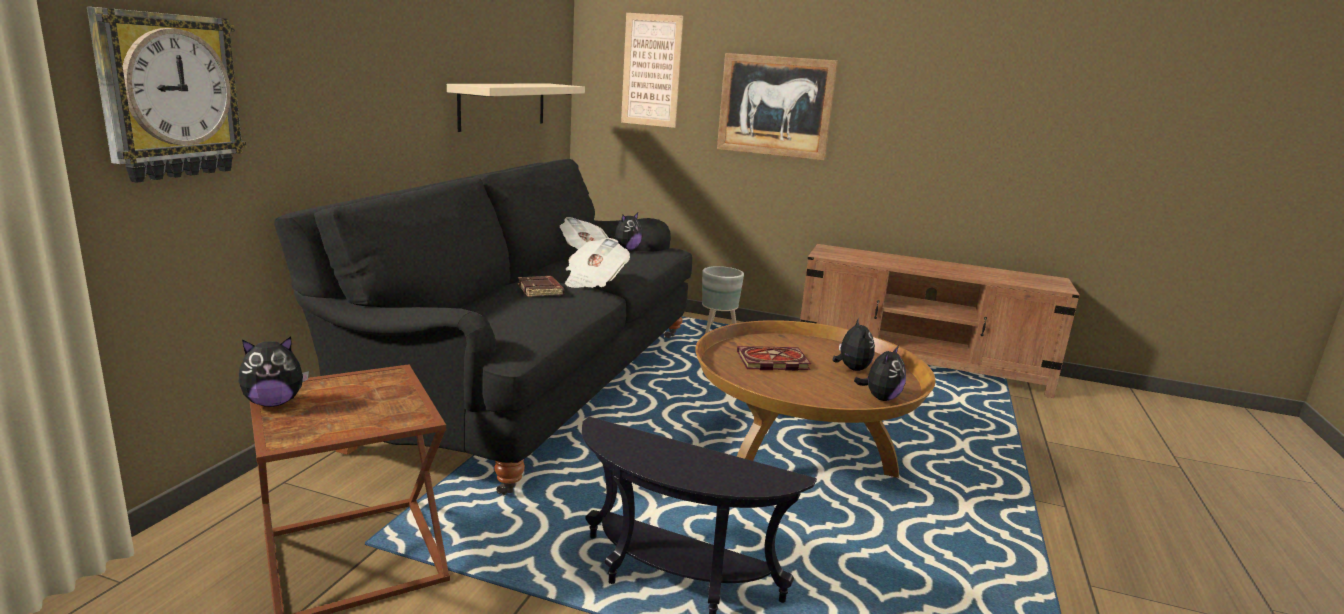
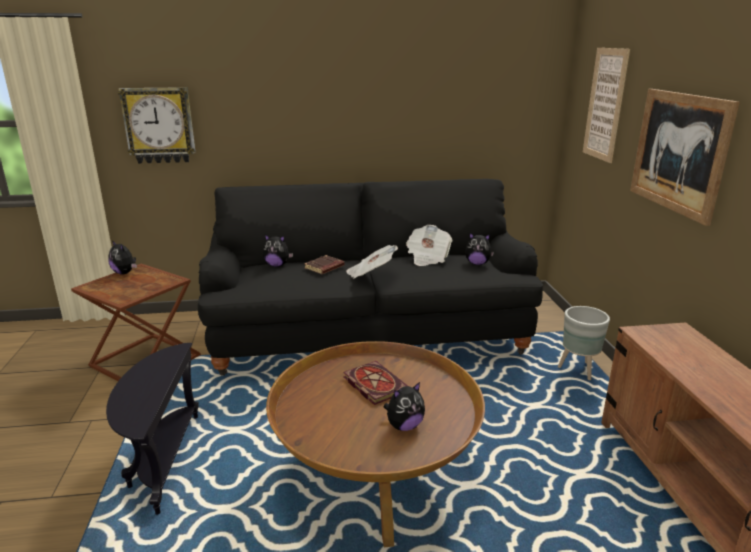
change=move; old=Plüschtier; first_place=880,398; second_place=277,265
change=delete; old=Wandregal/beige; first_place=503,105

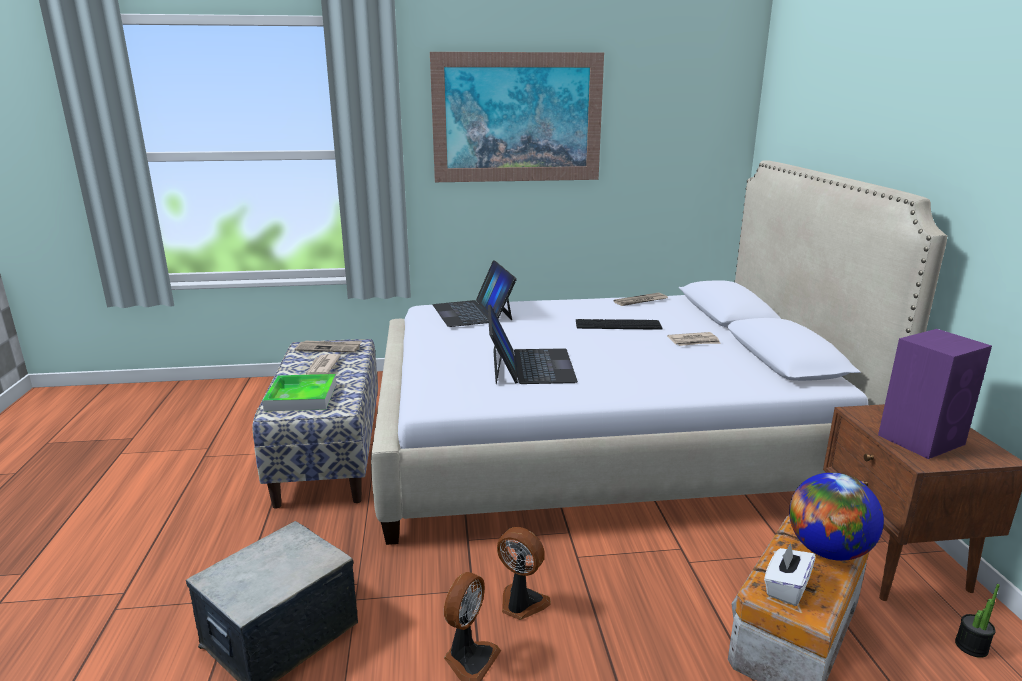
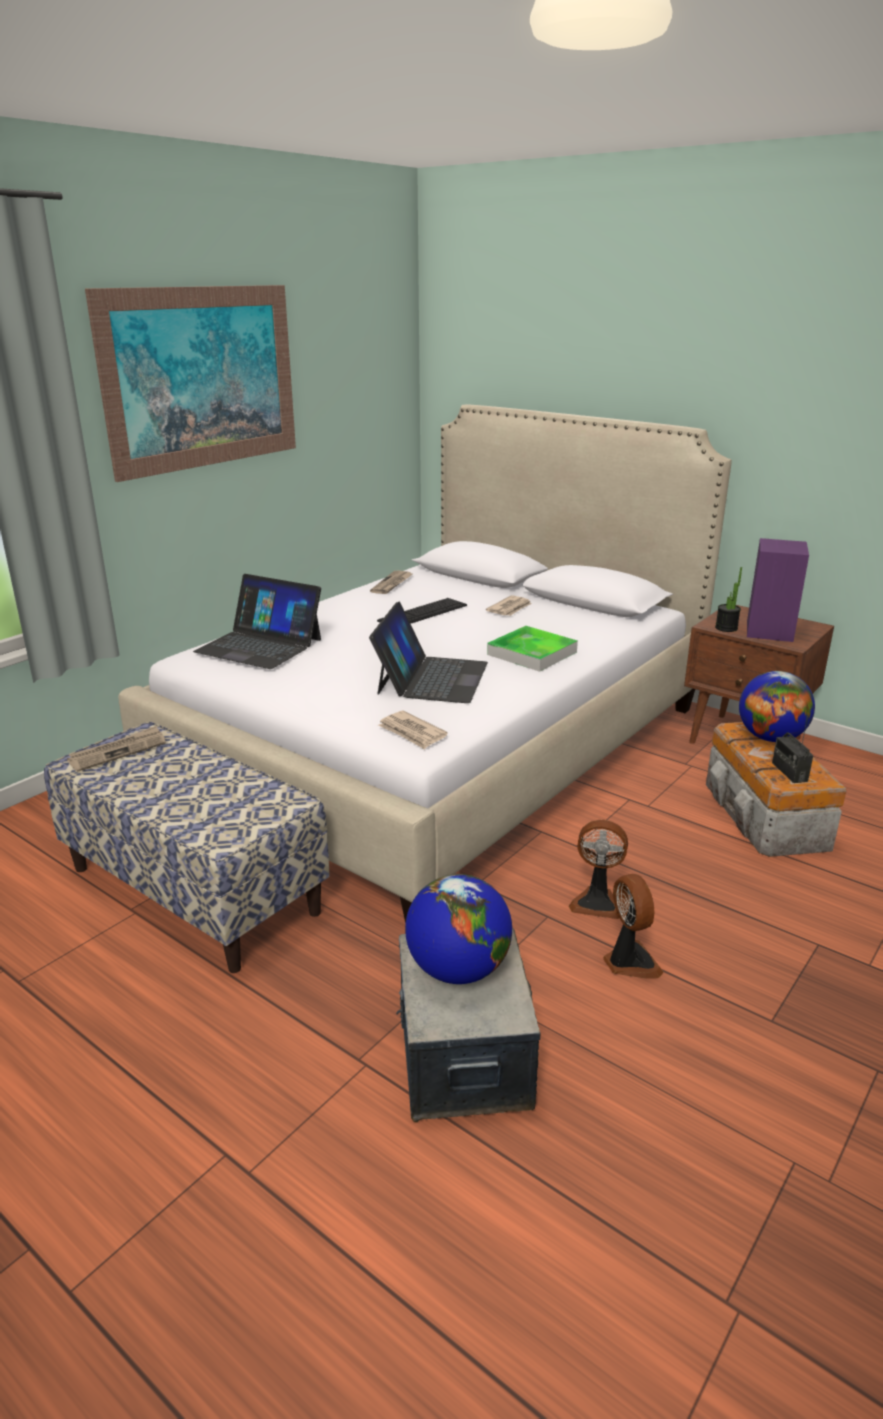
change=rotate; old=Laptop; first_place=530,366; second_place=431,678; degrees=60
change=move; old=Zeitung; first_place=322,367; second_place=412,732
change=insert; new=Globus; second_place=458,969
change=move; old=Tablett; first_place=301,397; second_place=532,653
change=rotate; old=Ventilator; first_place=521,604; second_place=597,902; degrees=-150
change=move; old=Topfpflanze; first_place=971,646; second_place=726,628
change=replace; old=Taschentuchbox/weiß; new=Radio; first_place=786,588; second_place=789,772

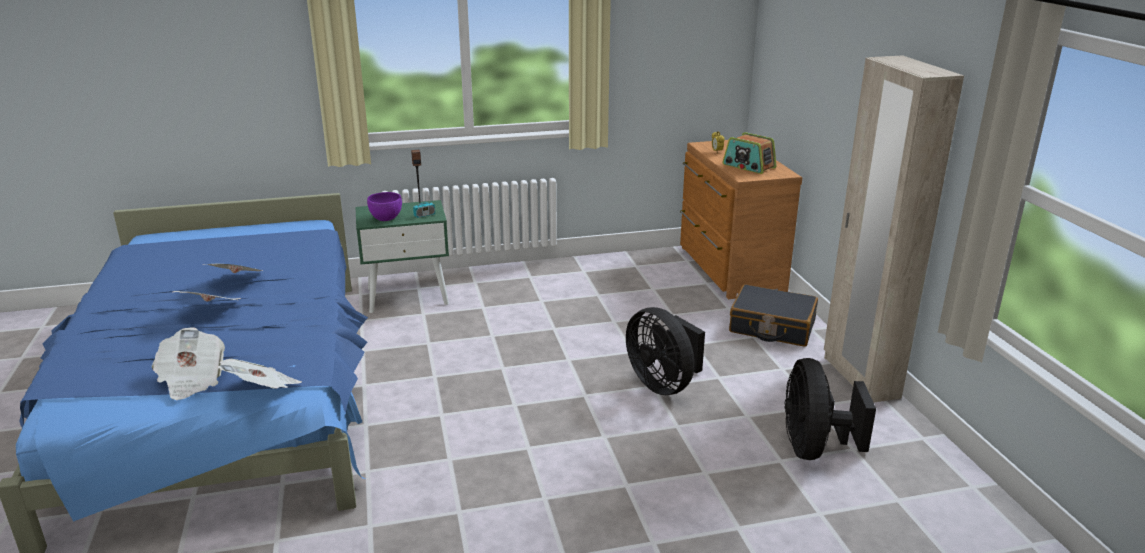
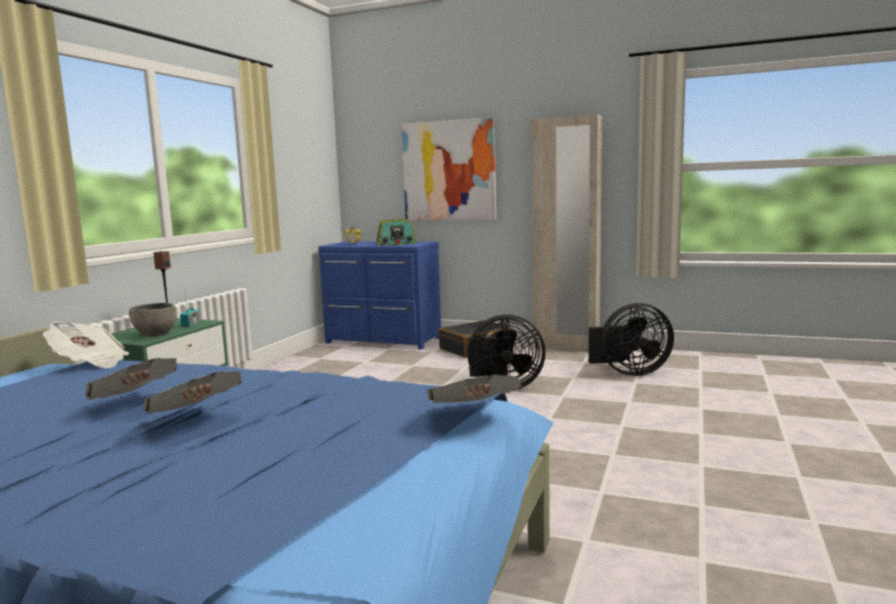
change=move; old=Zeitung; first_place=192,380; second_place=90,363
change=recolor; old=Schüssel/lila; new=Schüssel/grau; first_place=386,218; second_place=155,334
change=recolor; old=Kommode/braun; new=Kommode/blau; first_place=728,269; second_place=383,341
change=insert; new=Bild; second_place=449,171
change=rotate; old=Ventilator/schwarz; first_place=814,448; second_place=629,372; degrees=-45

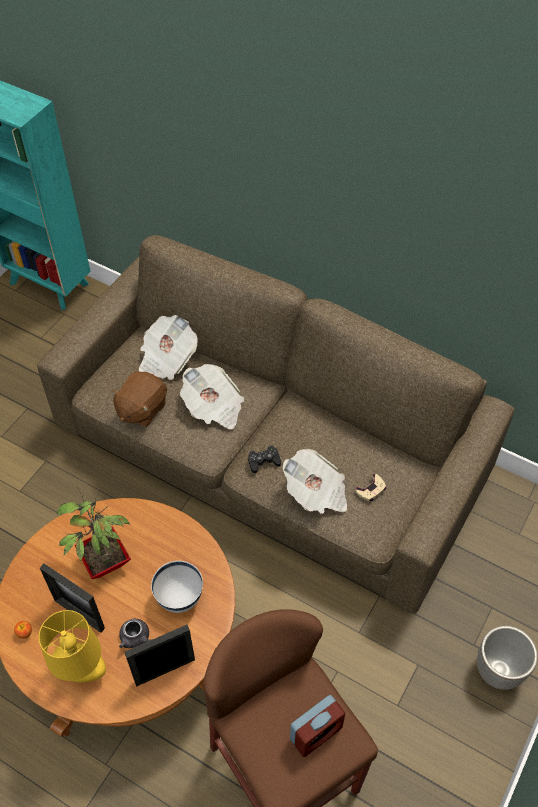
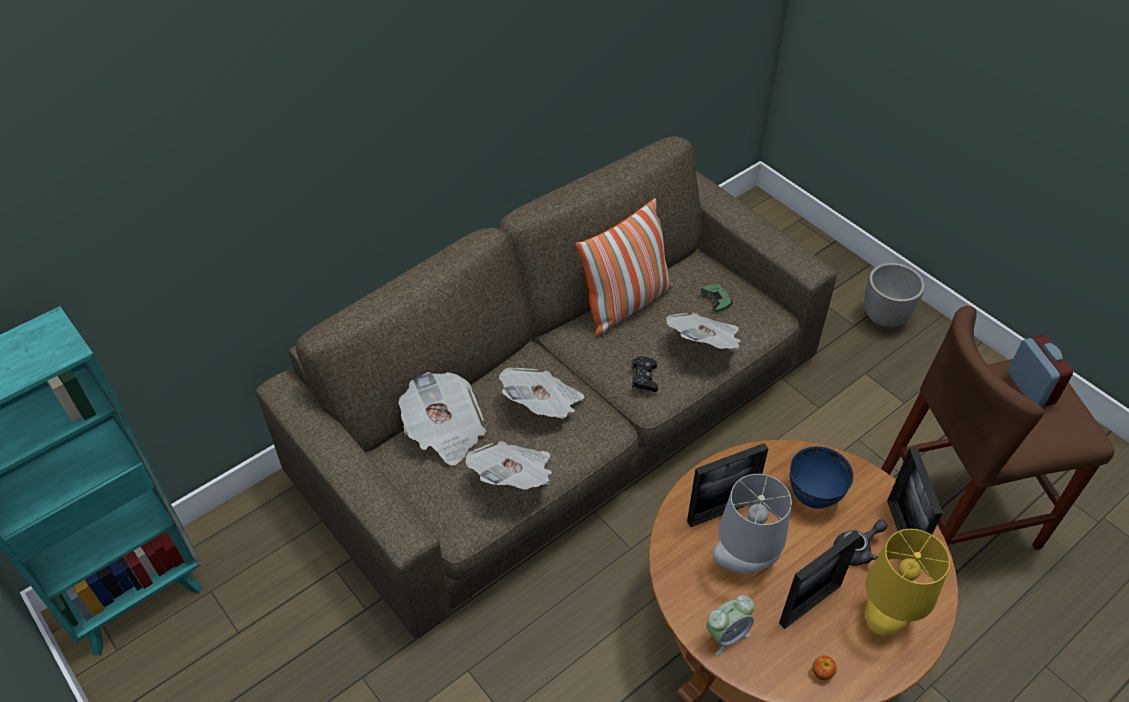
change=replace; old=Plüschtier/braun; new=Zeitung; first_place=141,409; second_place=514,477
change=insert; new=Kissen; second_place=626,304
change=insert; new=Bilderrahmen; second_place=721,511
change=recolor; old=Gamepad/beige; new=Gamepad/grün; first_place=371,489; second_place=716,299
change=insert; new=Wecker; second_place=726,635
change=replace; old=Topfpflanze; new=Tischlampe/grau; first_place=103,563; second_place=744,563
change=recolor; old=Schüssel/weiß; new=Schüssel/blau; first_place=179,599; second_place=814,496

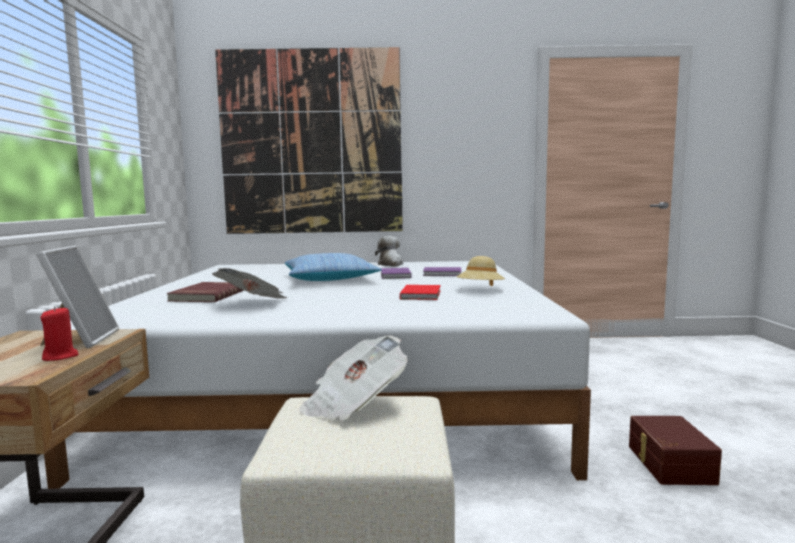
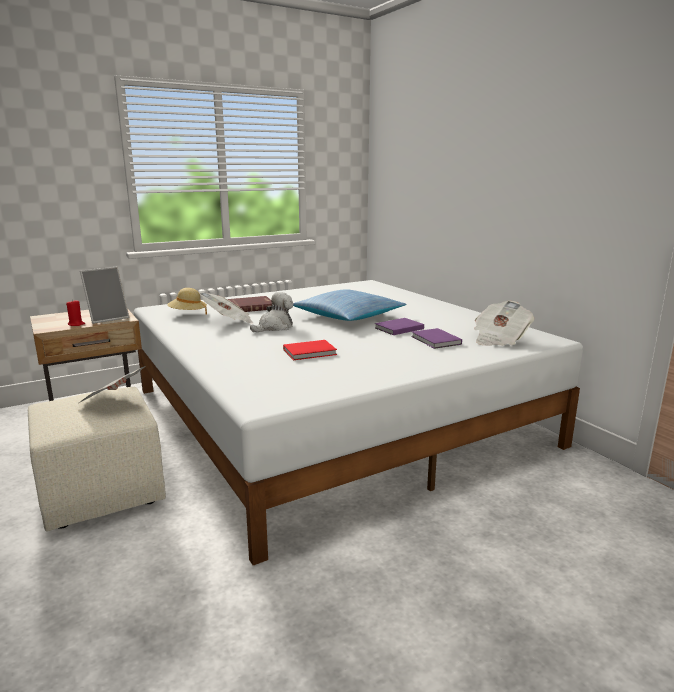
change=move; old=Hut/beige; first_place=480,289; second_place=187,314
change=move; old=Plüschtier; first_place=391,264; second_place=274,327
change=insert; new=Zeitung; second_place=499,339
change=delete; old=Bild; first_place=311,142
change=delete; old=Aufbewahrungsbox/braun; first_place=668,464

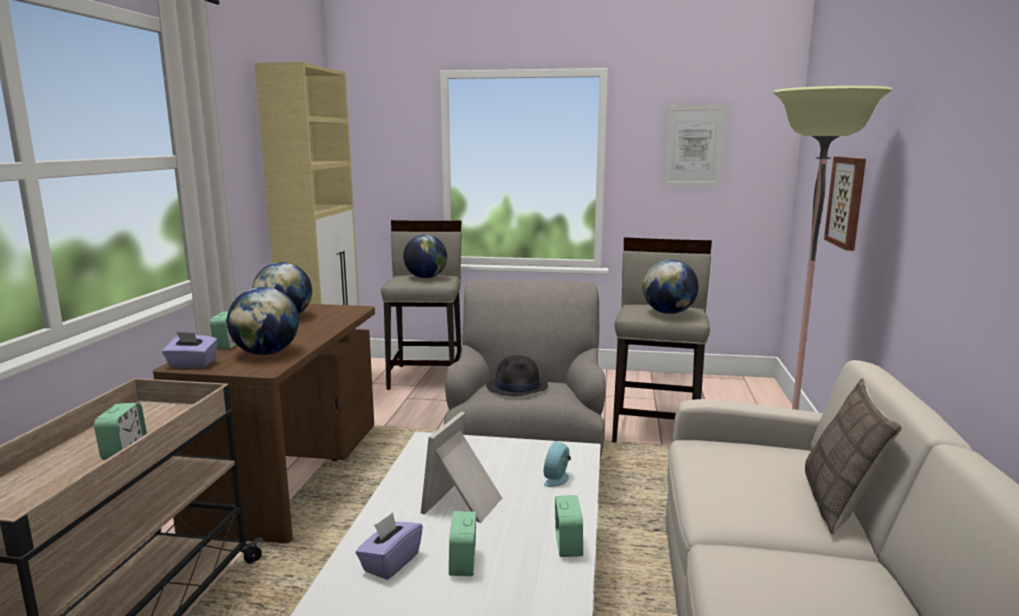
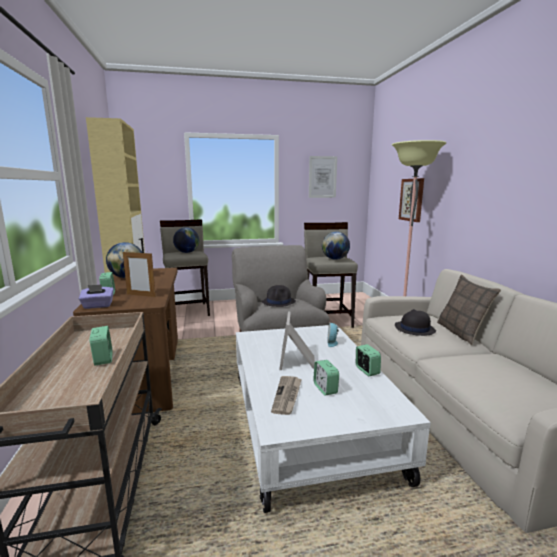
change=replace; old=Globus; new=Bilderrahmen; first_place=266,353; second_place=141,295
change=replace; old=Taschentuchbox/lila; new=Zeitung; first_place=390,562; second_place=287,396
change=insert; new=Hut/schwarz; second_place=414,329

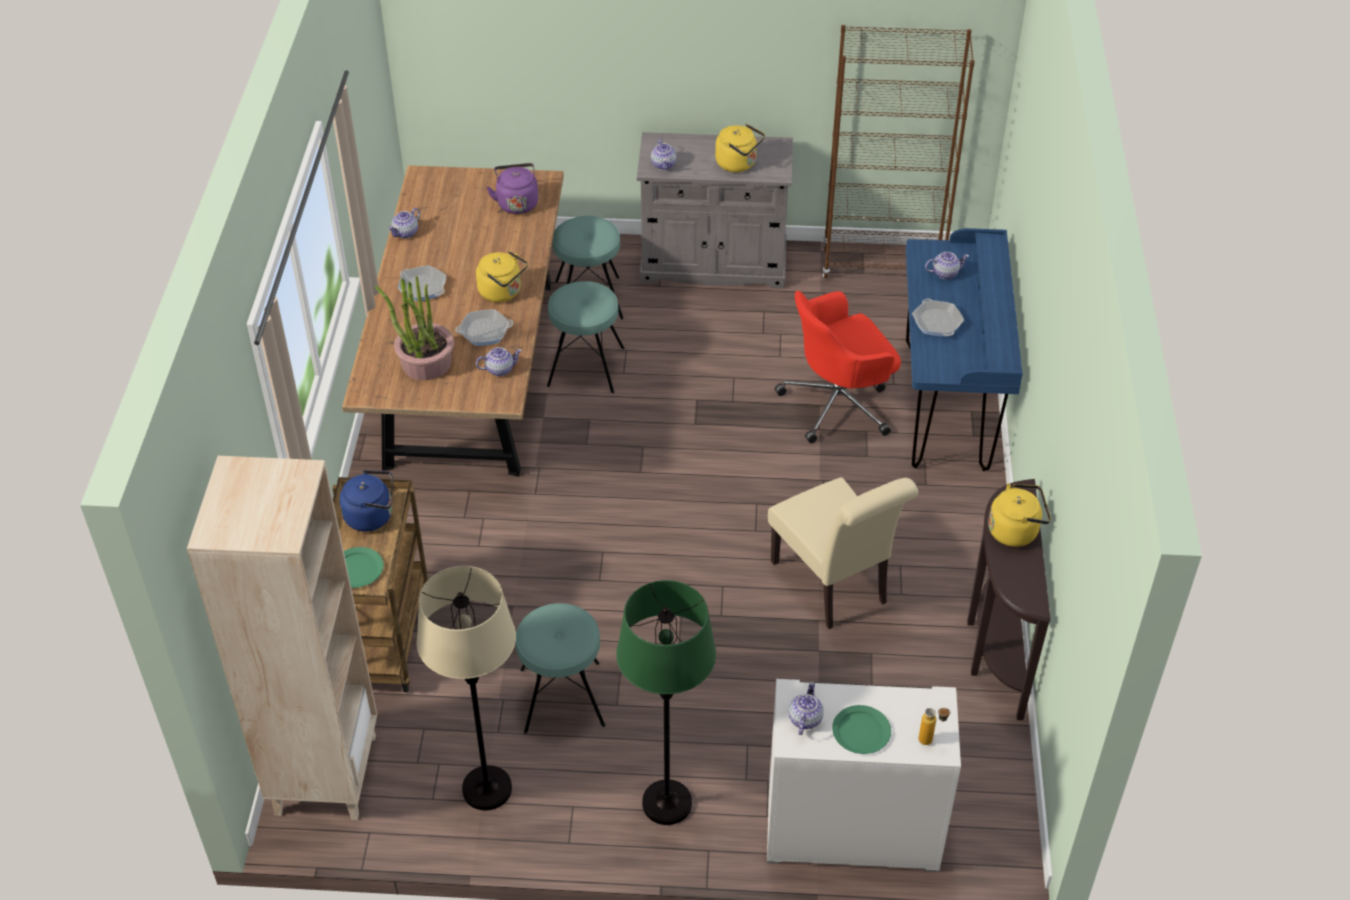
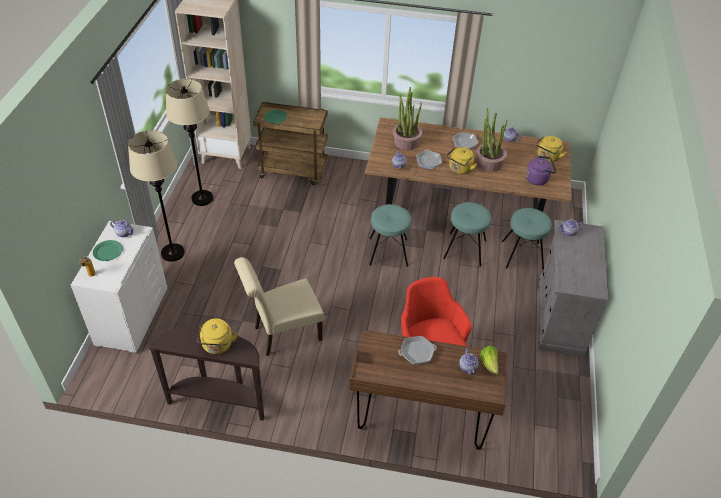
change=recolor; old=Stehlampe/grün; new=Stehlampe/beige; first_place=666,803; second_place=172,253
change=recolor; old=Schreibtisch/blau; new=Schreibtisch/braun; first_place=947,407; second_place=421,419
change=move; old=Hocker/türkis; first_place=562,697; second_place=388,252
change=insert; new=Topfpflanze; second_place=489,163
change=insert; new=Salatkopf; second_place=489,364
change=move; old=Wasserkessel/gelb; first_place=738,164; second_place=547,158
change=delete; old=Wasserkessel/blau; first_place=372,516
change=delete; old=Bücherregal/braun; first_place=882,265

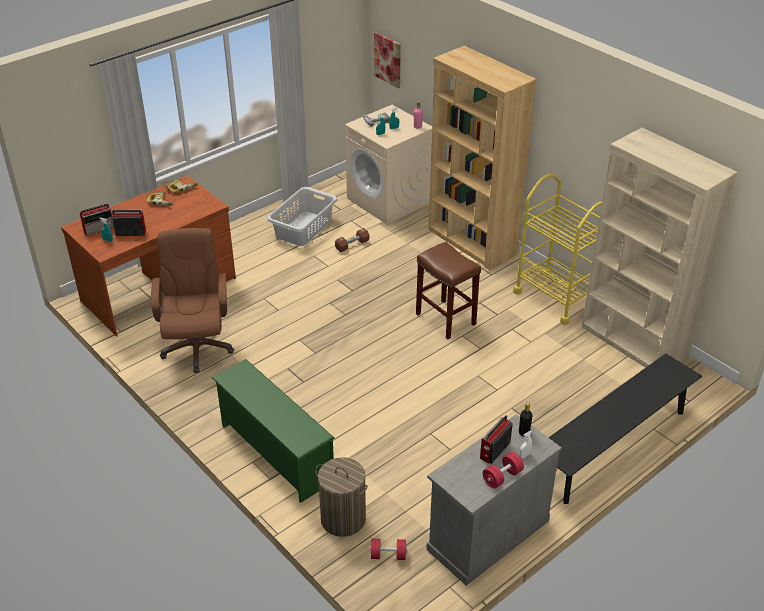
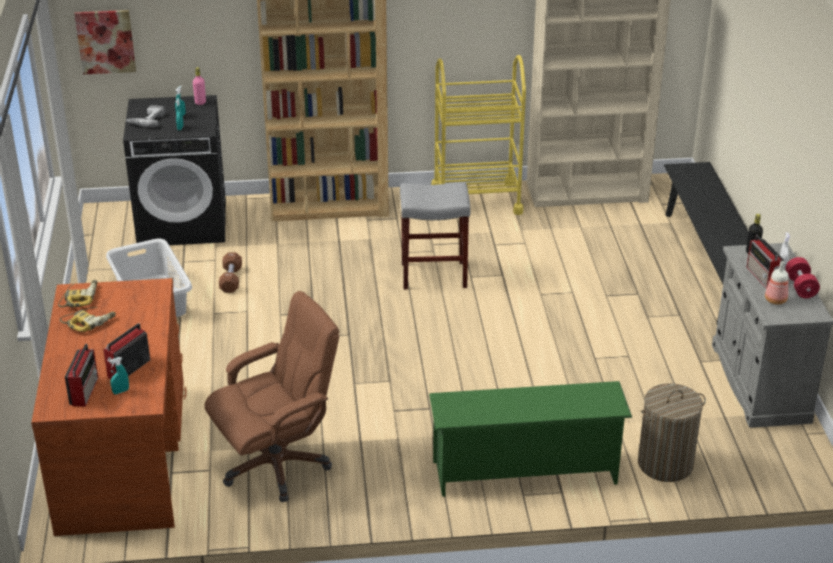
change=recolor; old=Waschmaschine/beige; new=Waschmaschine/schwarz; first_place=389,201; second_place=183,223
change=rotate; old=Bürostuhl/braun; first_place=197,347; second_place=277,465; degrees=120
change=recolor; old=Hocker/braun; new=Hocker/grau; first_place=446,319; second_place=435,275
change=insert; new=Flasche; second_place=775,300
change=delete; old=Hantel/rot; first_place=388,555

